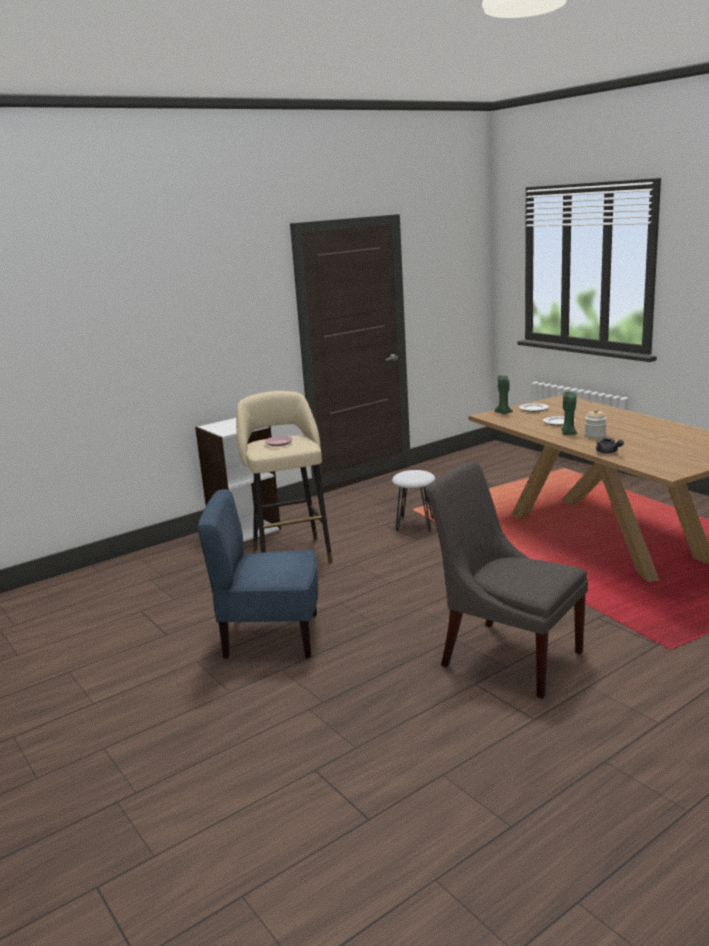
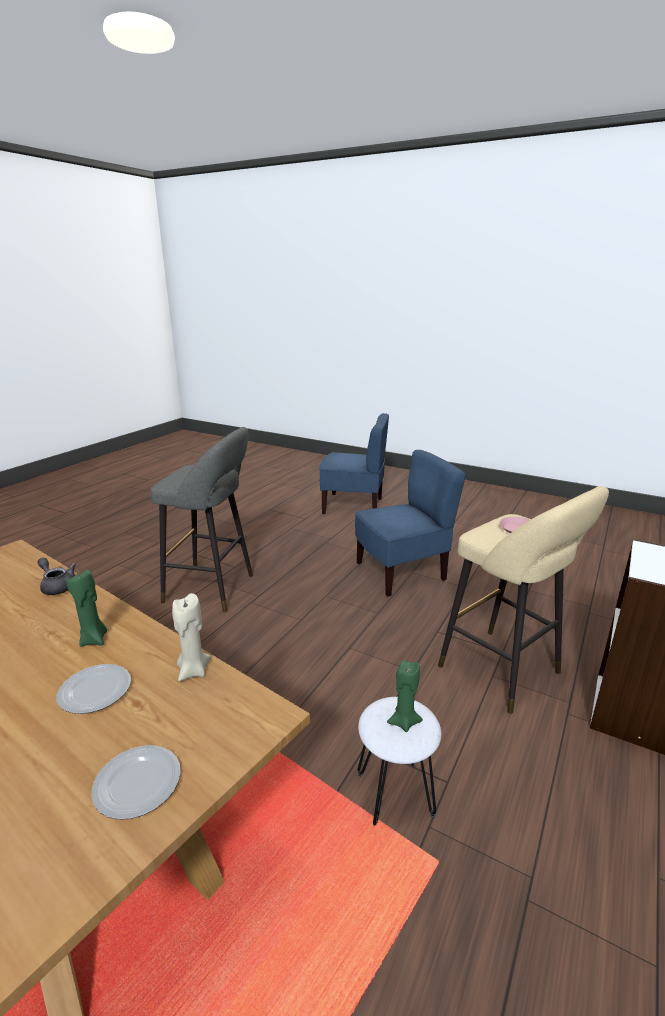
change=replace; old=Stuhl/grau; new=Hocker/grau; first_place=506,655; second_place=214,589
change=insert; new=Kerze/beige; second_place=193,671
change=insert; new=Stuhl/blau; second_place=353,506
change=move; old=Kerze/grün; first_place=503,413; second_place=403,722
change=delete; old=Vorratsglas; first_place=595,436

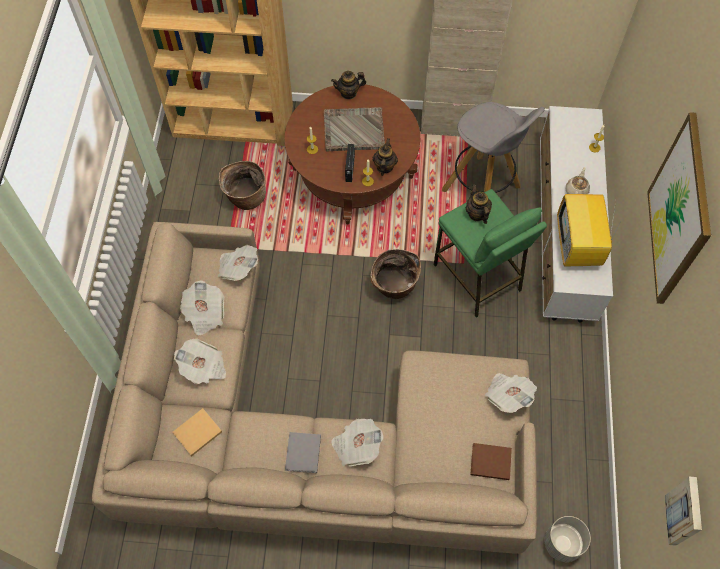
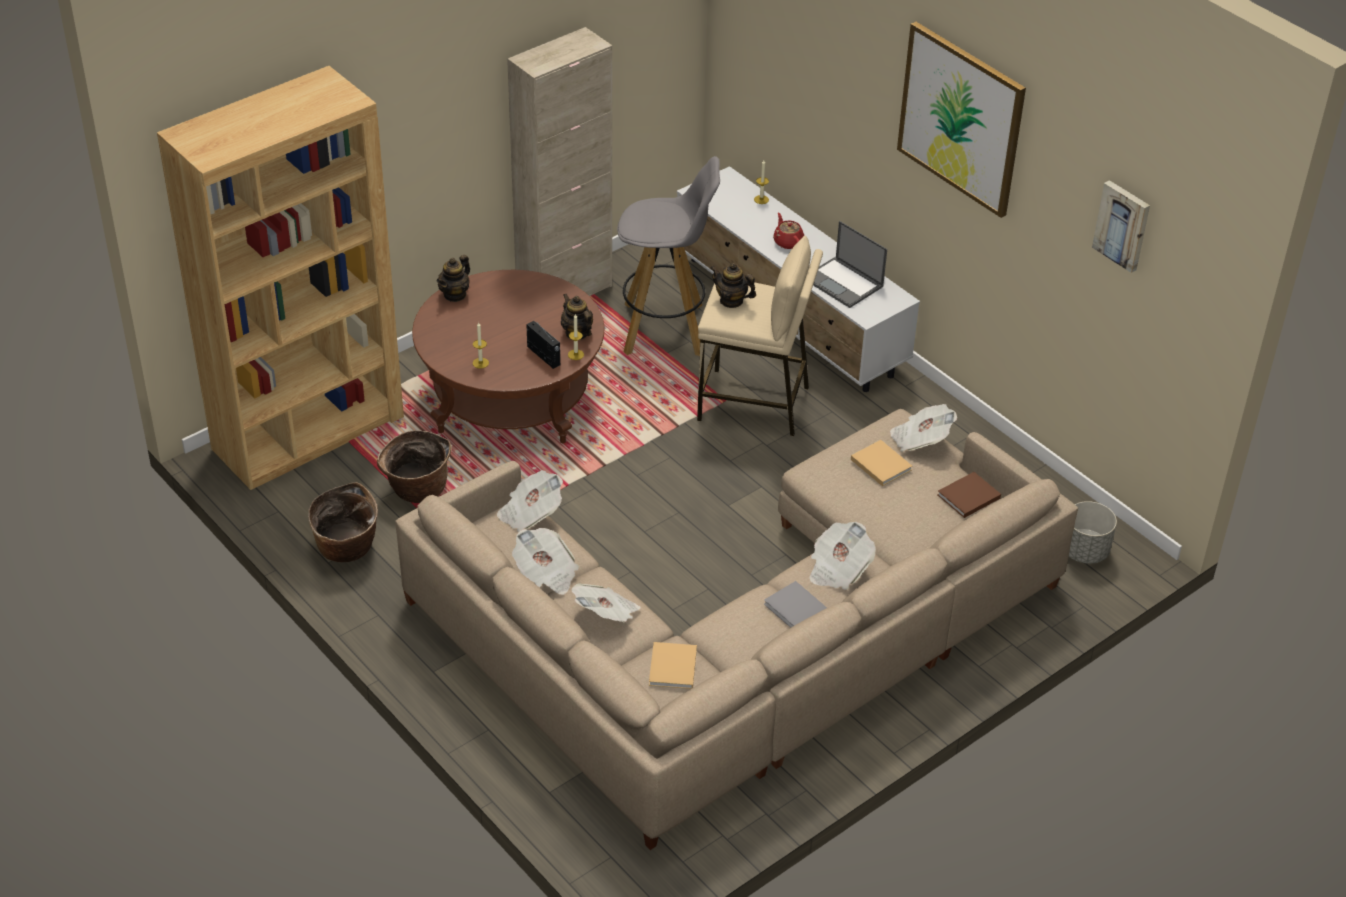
change=move; old=Korb; first_place=394,287; second_place=346,549
change=recolor; old=Hocker/grün; new=Hocker/beige; first_place=477,277; second_place=754,404
change=recolor; old=Teekanne/beige; new=Teekanne/rot; first_place=576,190; second_place=788,242
change=replace; old=Fernseher; new=Laptop; first_place=578,246; second_place=844,283
change=insert; new=Buch/beige; second_place=880,463
change=move; old=Bild; first_place=686,512; second_place=1123,225
change=delete; old=Tablett/grau; first_place=353,130

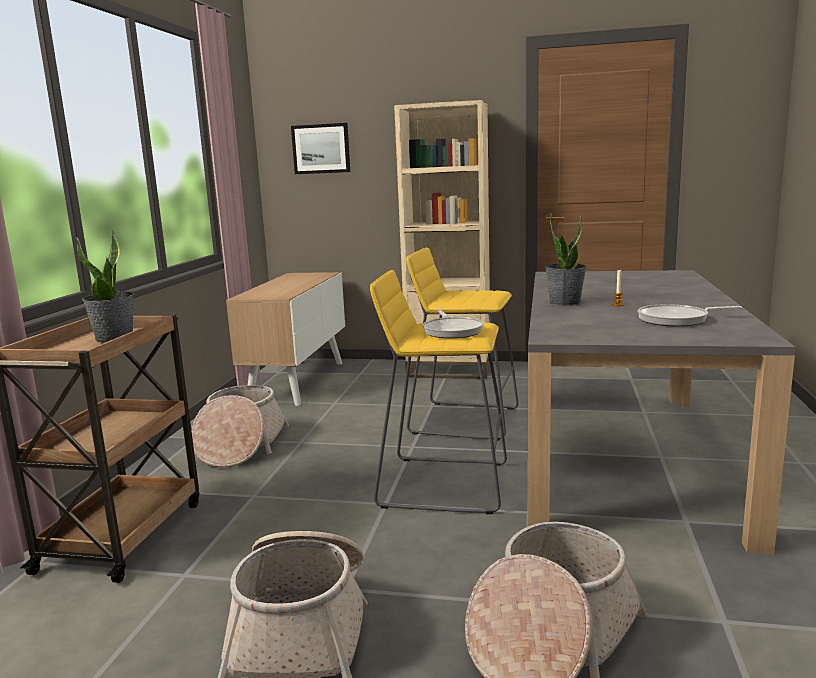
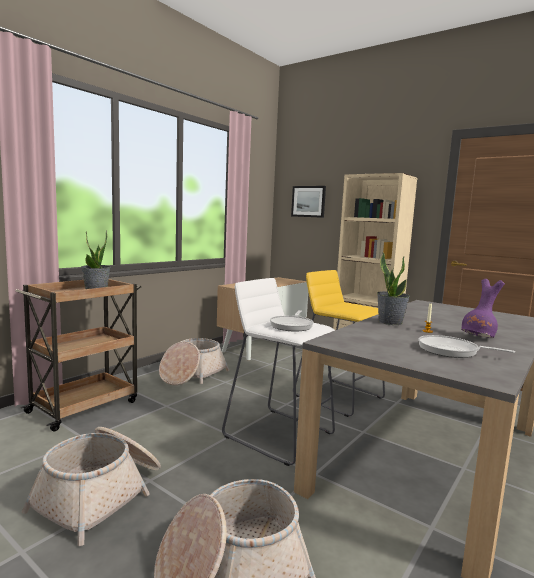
change=recolor; old=Hocker/gelb; new=Hocker/weiß; first_place=442,484; second_place=278,434
change=insert; new=Vase/lila; second_place=479,338

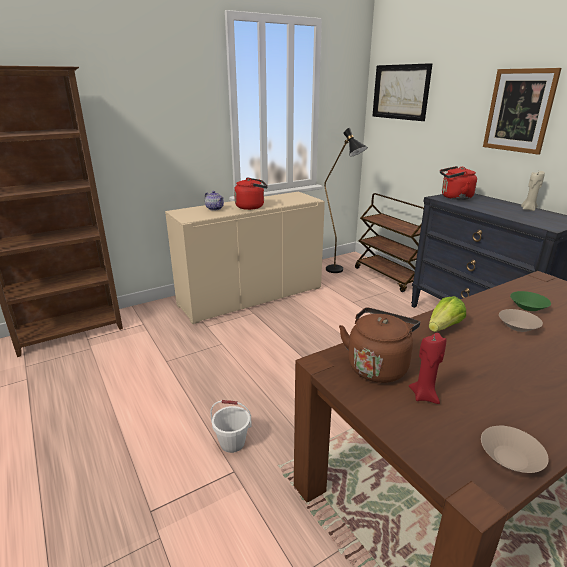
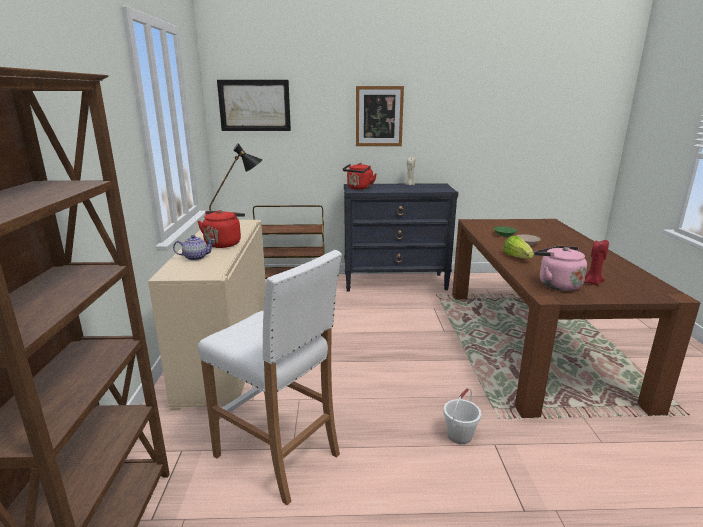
change=insert; new=Hocker/weiß; second_place=278,456
change=recolor; old=Wasserkessel/braun; new=Wasserkessel/rosa; first_place=378,366; second_place=556,284
change=delete; old=Schüssel/beige; first_place=510,458

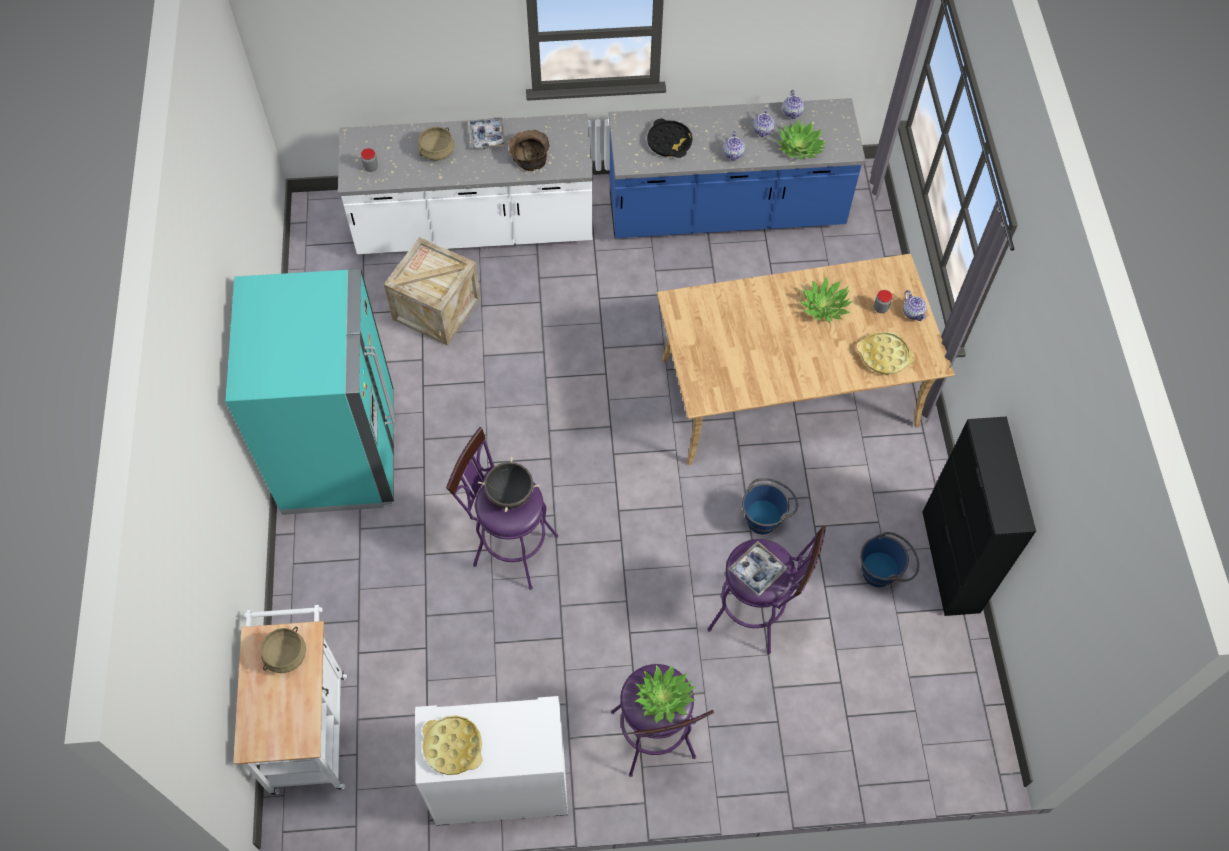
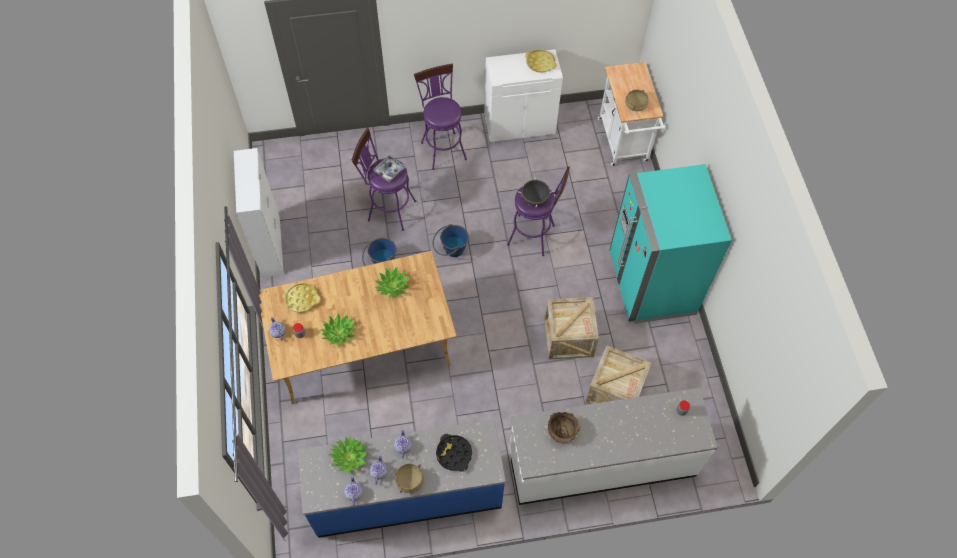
change=recolor; old=Schrank/schwarz; new=Schrank/weiß; first_place=950,562; second_place=271,246
change=move; old=Topfpflanze; first_place=664,697; second_place=393,286
change=move; old=Kochtopf/beige; first_place=437,151; second_place=410,481
change=move; old=Eimer/blau; first_place=884,571; second_place=450,250
change=insert; new=Kiste; second_place=568,337
change=delete; old=Tablett; first_place=487,136

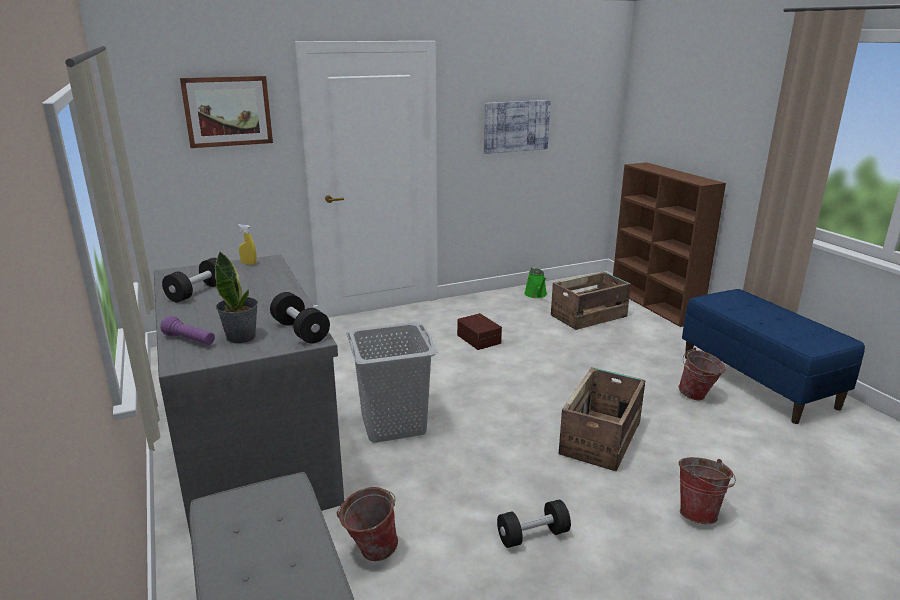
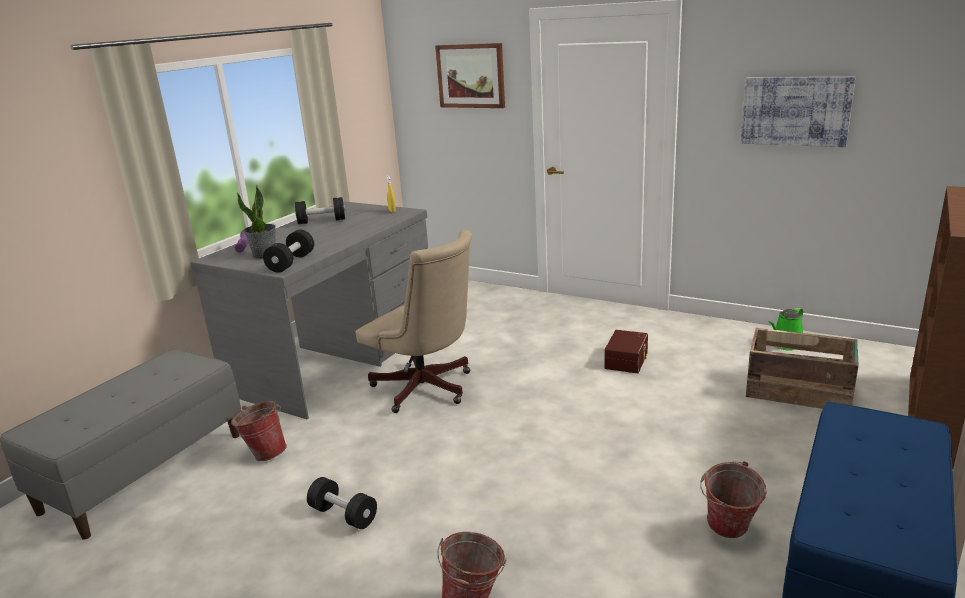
change=replace; old=Wäschekorb/grau; new=Bürostuhl/beige; first_place=394,424; second_place=427,390
change=delete; old=Kiste; first_place=601,437

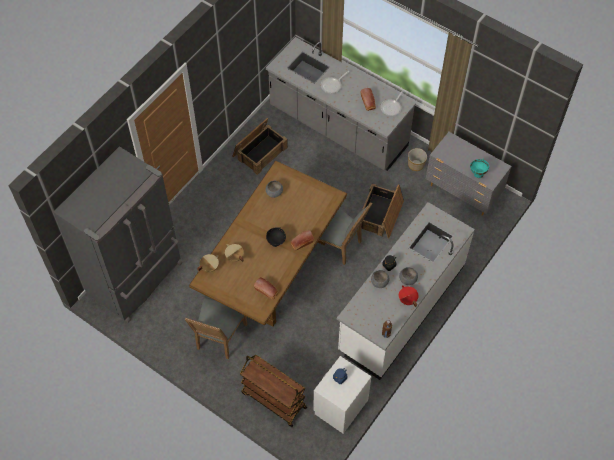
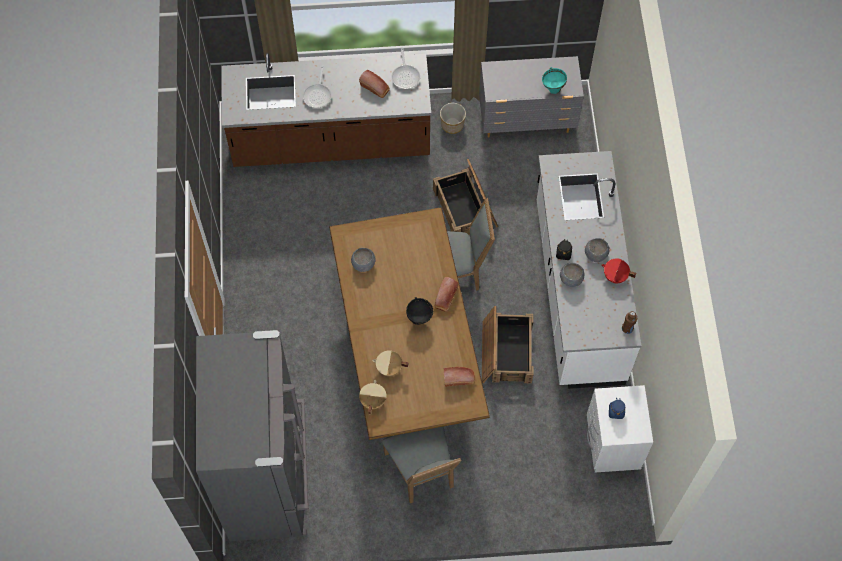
change=recolor; old=Küchenzeile/grau; new=Küchenzeile/braun; first_place=338,127; second_place=331,141
change=move; old=Kiste; first_place=260,151; second_place=505,352
change=delete; old=Rollwagen/braun; first_place=273,400

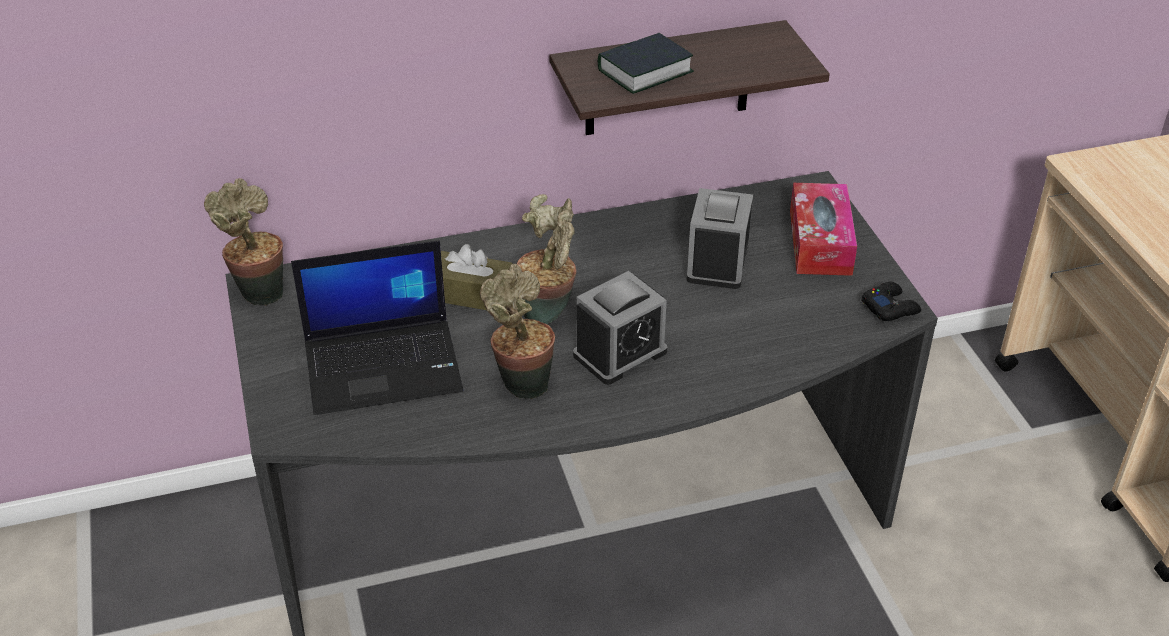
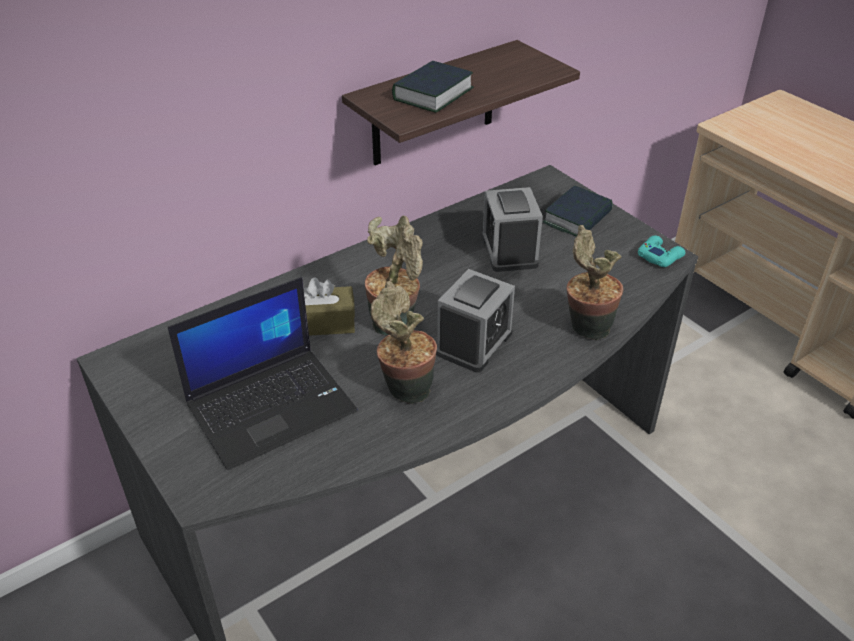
change=replace; old=Taschentuchbox; new=Buch; first_place=820,242; second_place=577,218
change=move; old=Topfpflanze; first_place=258,292; second_place=585,328
change=recolor; old=Gamepad/schwarz; new=Gamepad/türkis; first_place=890,307; second_place=660,256

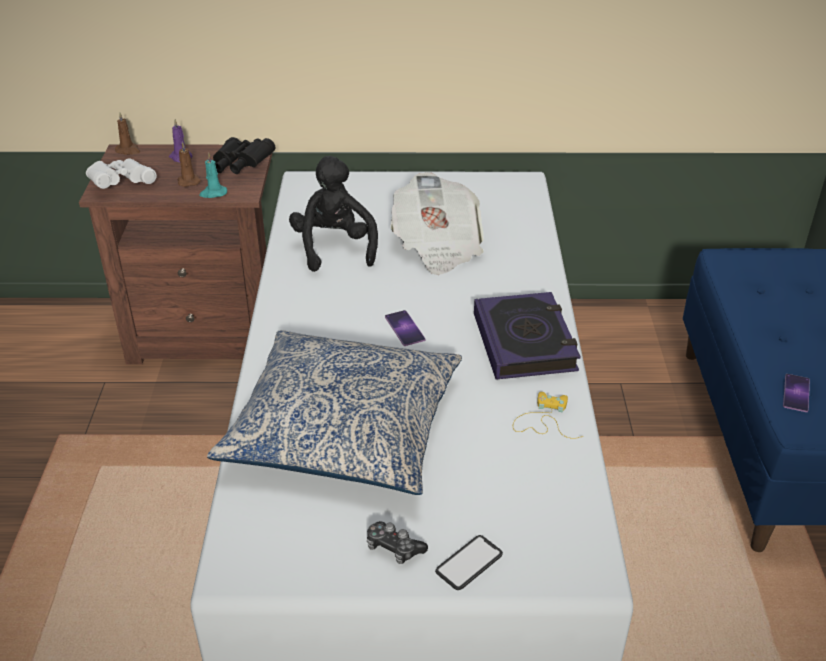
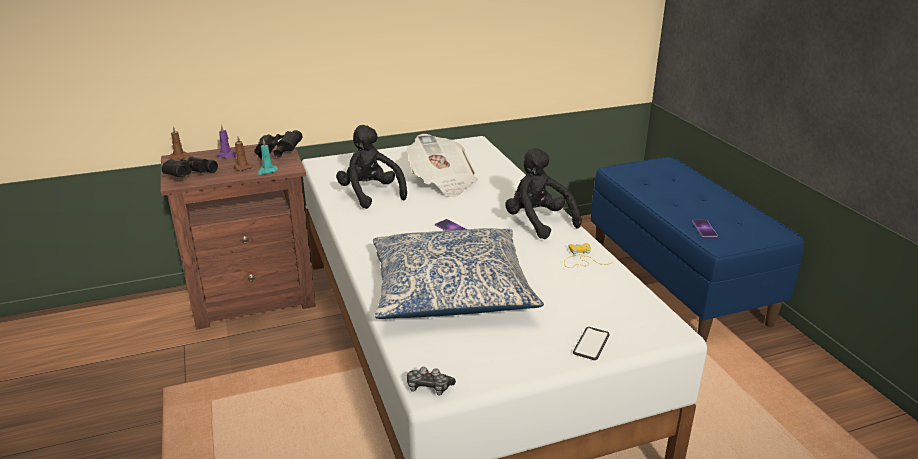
change=recolor; old=Fernglas/weiß; new=Fernglas/schwarz; first_place=121,184; second_place=188,176
change=move; old=Gamepad; first_place=393,548; second_place=428,387
change=replace; old=Buch; new=Plüschtier/schwarz; first_place=524,342; second_place=538,222

